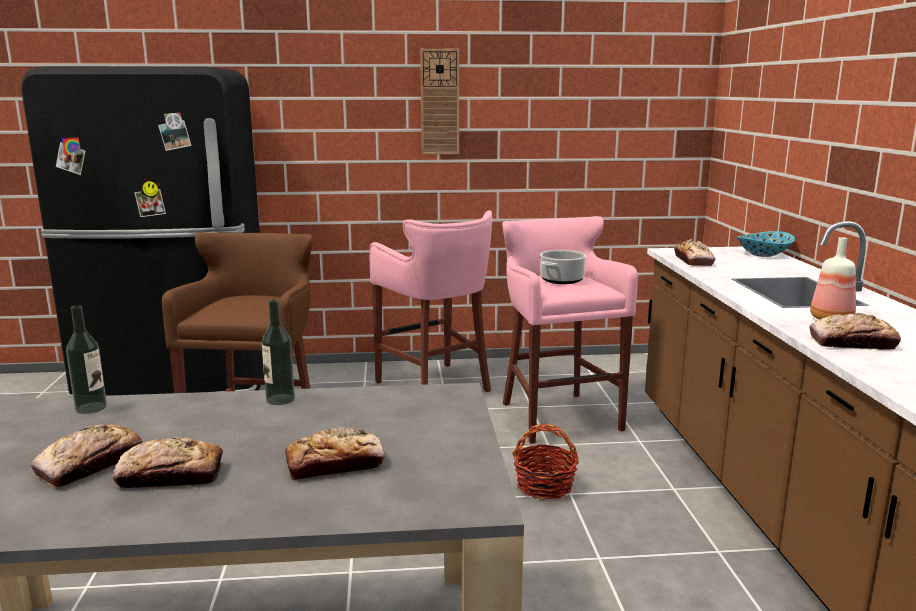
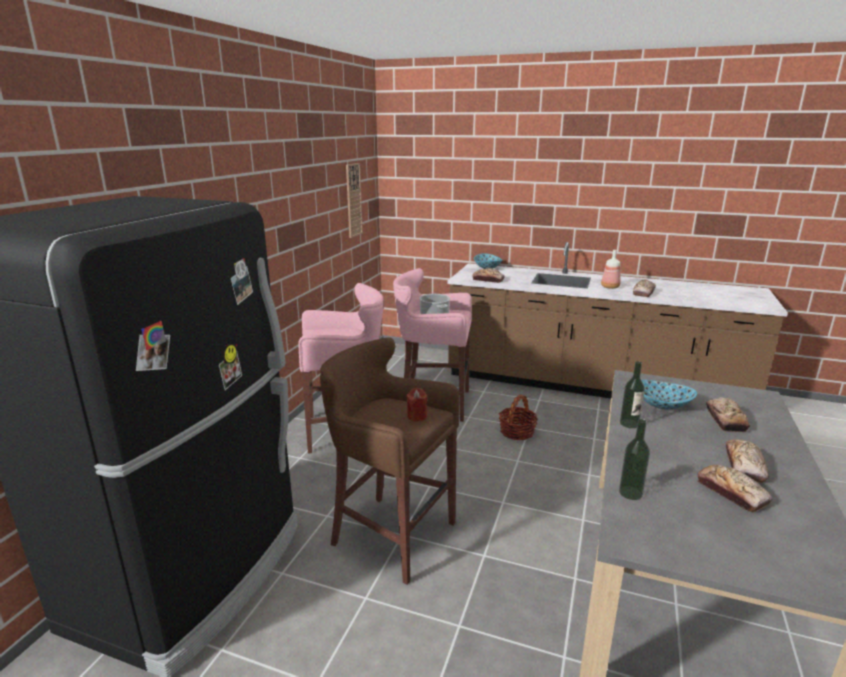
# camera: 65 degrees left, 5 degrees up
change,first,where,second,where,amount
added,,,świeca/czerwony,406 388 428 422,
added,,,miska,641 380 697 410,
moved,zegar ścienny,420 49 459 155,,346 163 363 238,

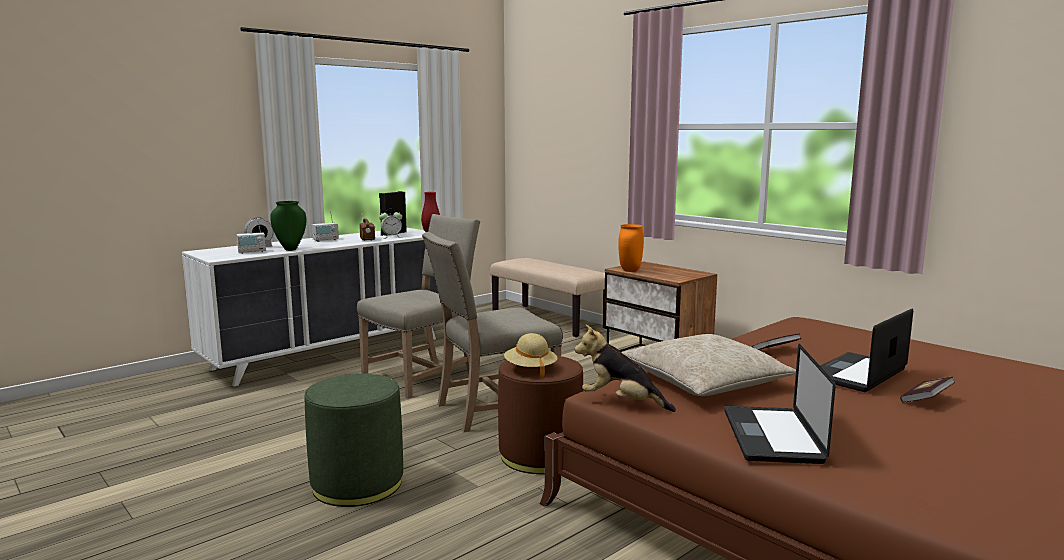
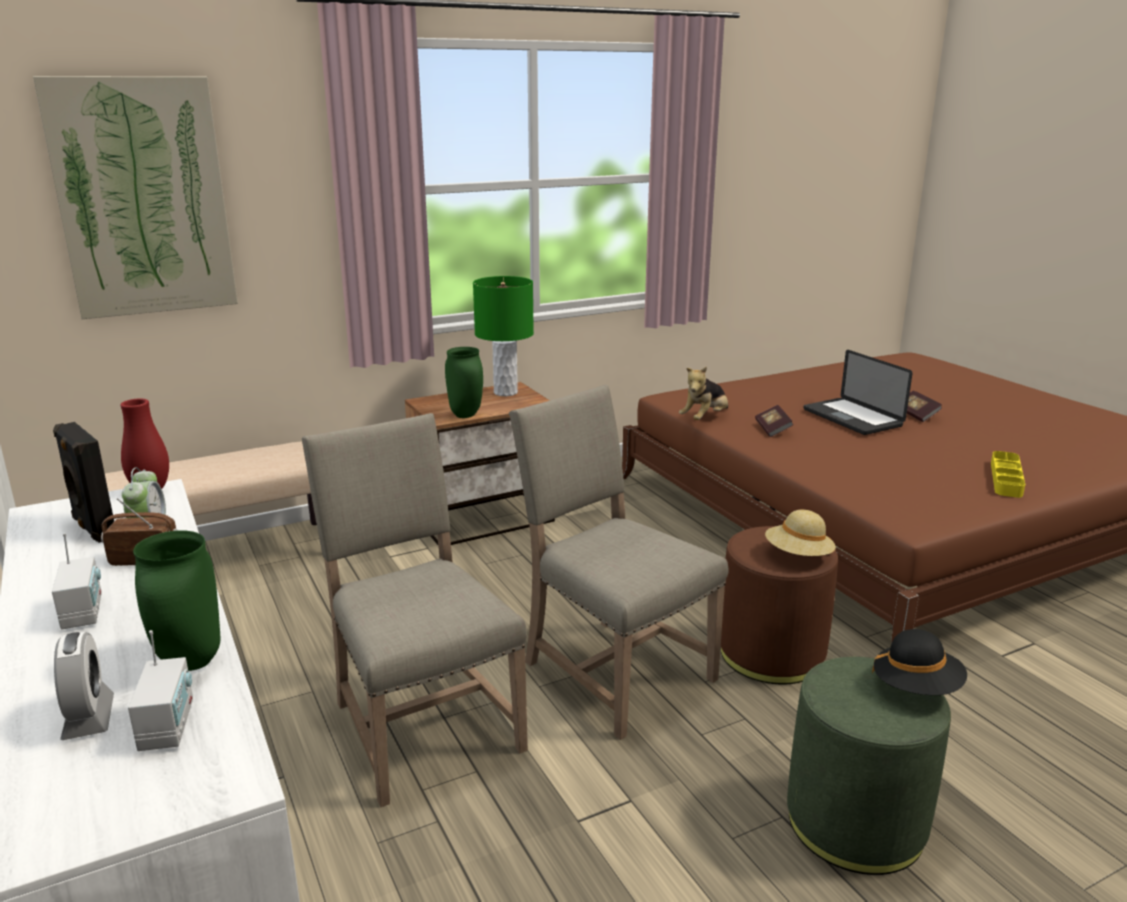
# camera: 75 degrees left, 10 degrees up
change,first,where,second,where,amount
removed,poduszka/beżowy,622 334 796 396,,,
added,,,obraz,33 76 238 319,
added,,,lampa stołowa/zielony,473 276 534 396,
added,,,kapelusz/czarny,872 629 967 695,
moved,pluszak,575 325 676 412,,679 366 728 420,
replaced,laptop,724 344 836 464,taca/żółty,991 451 1025 498,
recoloured,wazon/pomarańczowy,618 224 644 272,wazon/zielony,445 347 483 418,
turned,krzesło/beżowy,422 232 563 432,,509 385 729 740,150 degrees clockwise

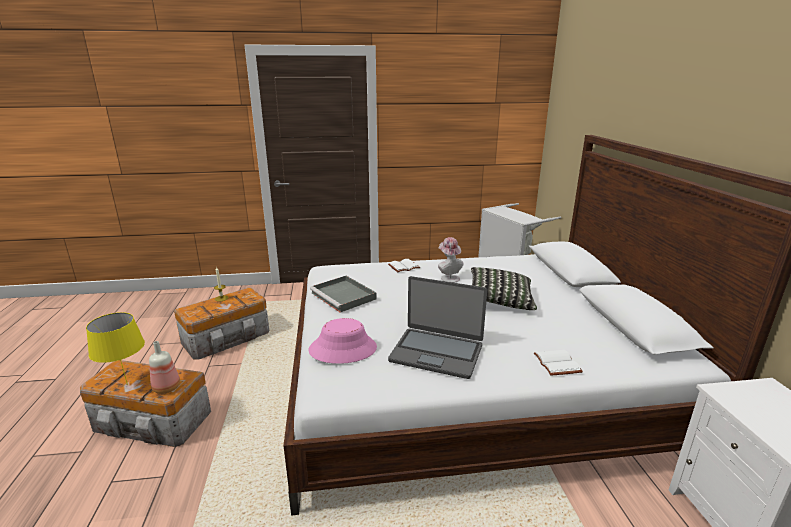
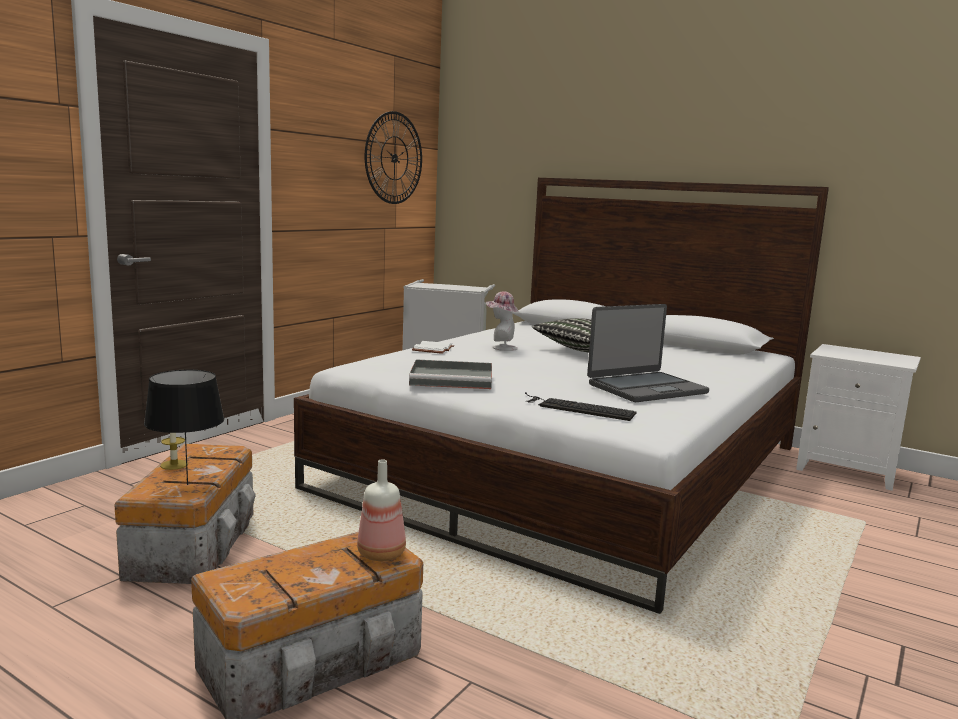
# camera: 50 degrees left, 10 degrees down
change,first,where,second,where,amount
removed,lampa stołowa/żółty,86 312 145 385,,,
removed,książka/biały,534 350 583 376,,,
added,,,lampa stołowa/czarny,144 370 224 485,
added,,,zegar ścienny,365 111 422 204,
replaced,kapelusz/różowy,309 318 377 364,klawiatura,525 392 637 421,

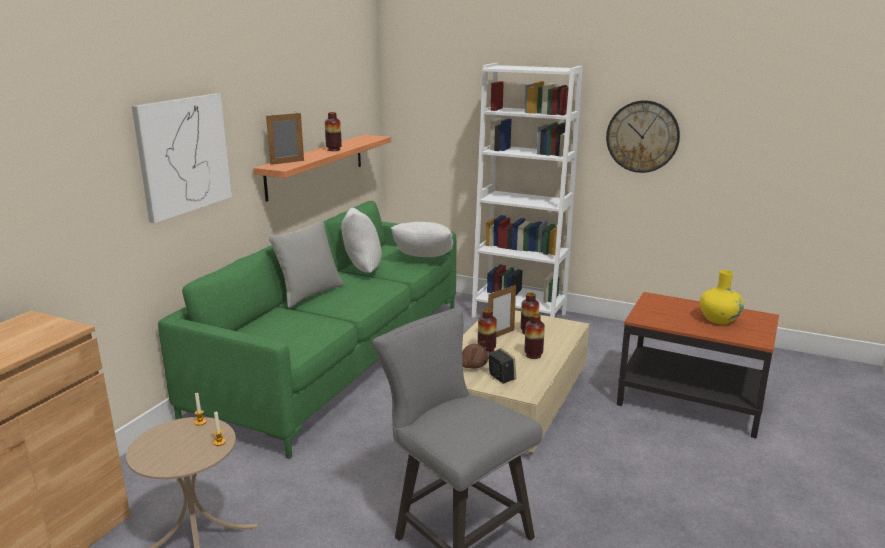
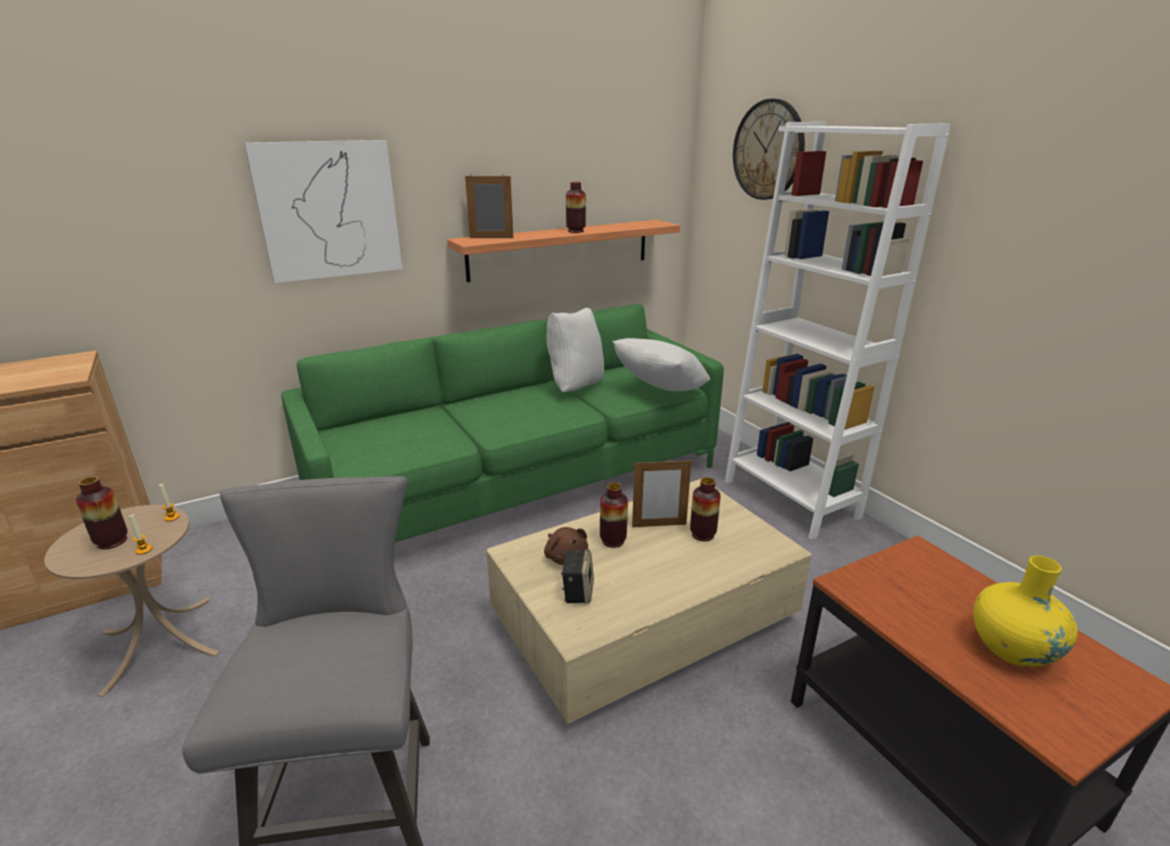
# camera: 35 degrees right, 5 degrees up
change,first,where,second,where,amount
removed,poduszka/szary,268 220 344 308,,,
moved,wazon,525 313 545 359,,75 476 128 549,
moved,zegar ścienny,606 100 680 173,,733 99 805 200,

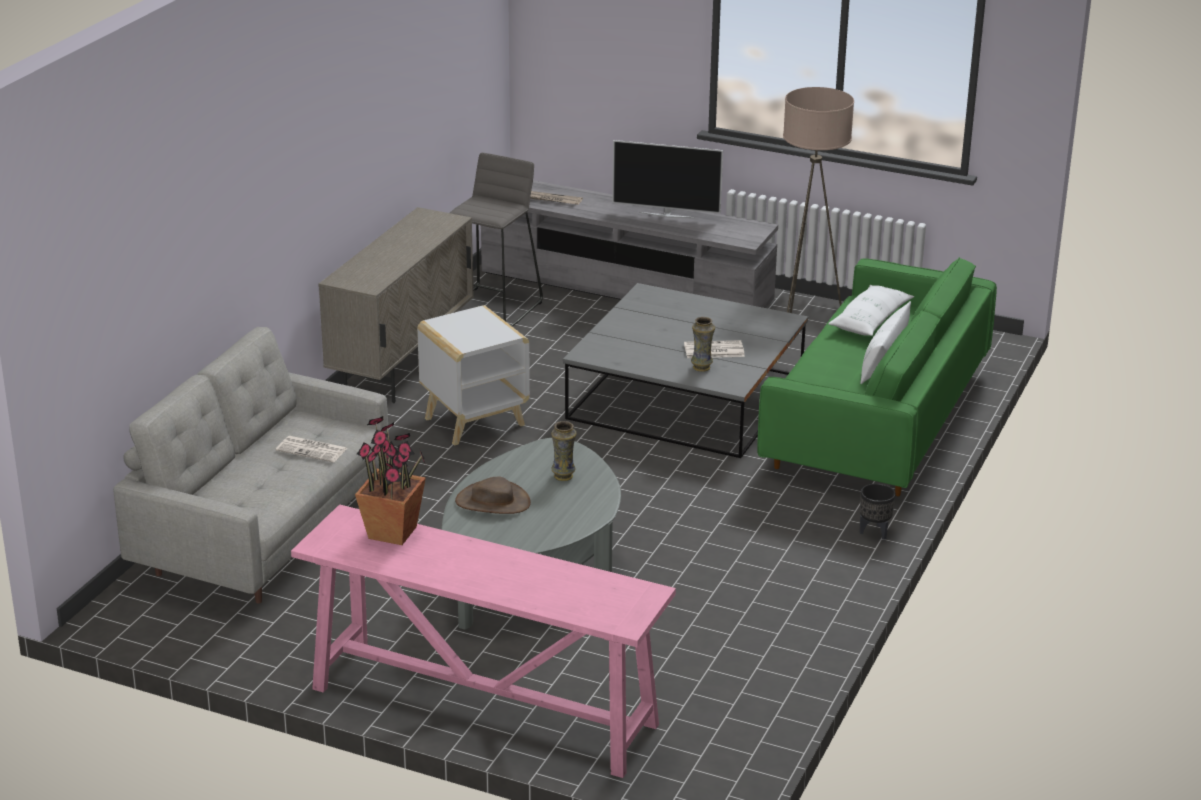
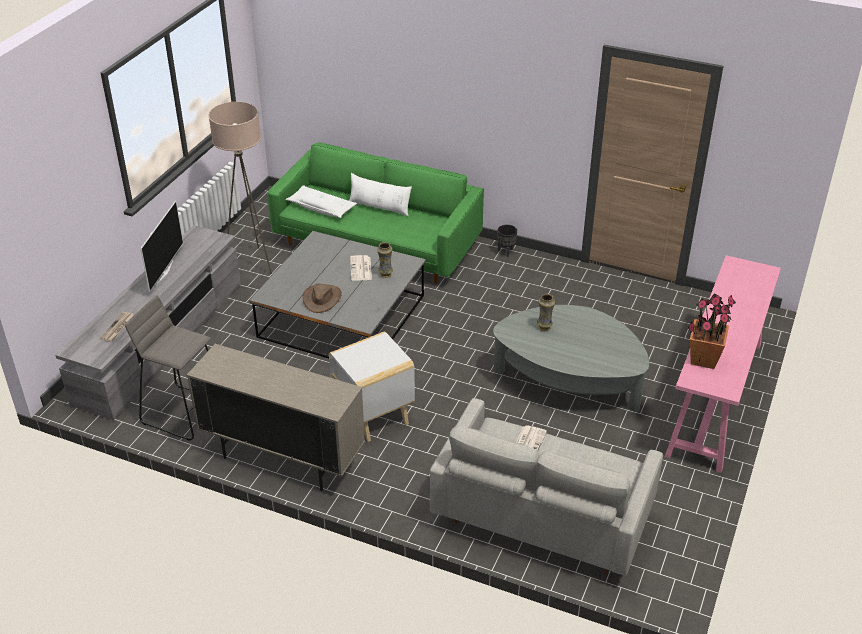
# camera: 90 degrees left, 10 degrees up
change,first,where,second,where,amount
moved,kapelusz/brązowy,455 477 531 514,,302 284 342 313,

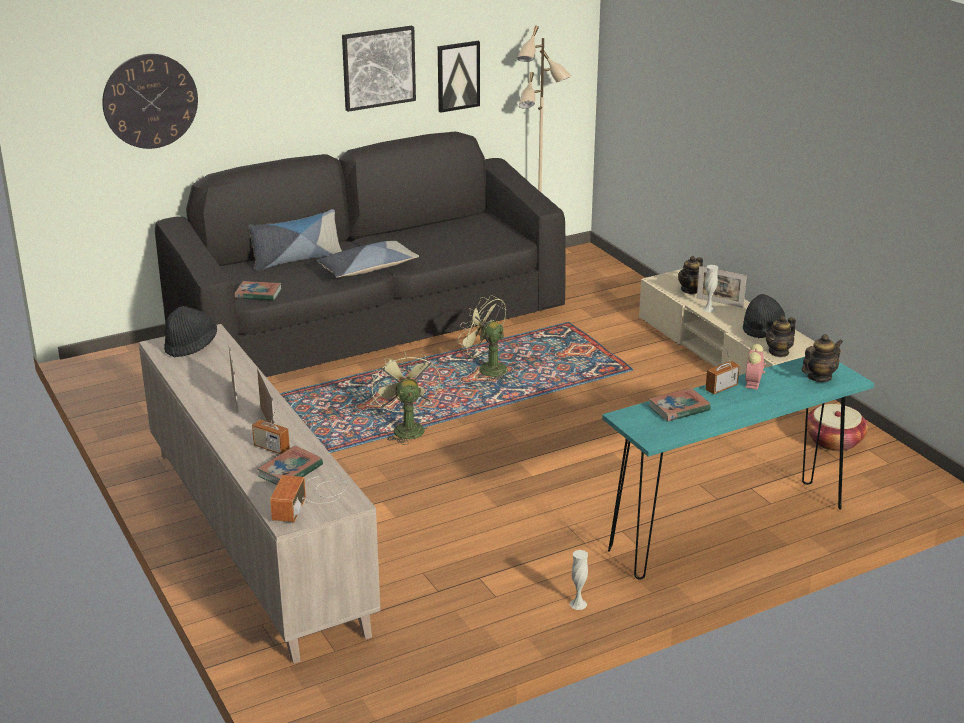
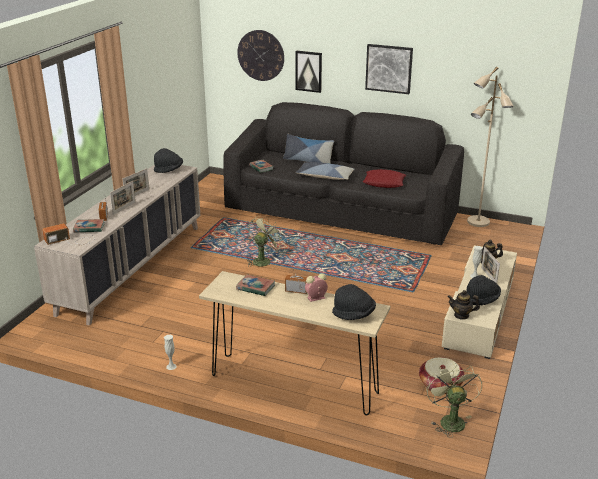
# camera: 50 degrees right, 0 degrees up
change,first,where,second,where,amount
added,,,poduszka/czerwony,363 169 406 188,
moved,obraz,438 41 480 113,,295 51 322 93,
moved,wentylator/zielony,457 295 508 381,,426 363 482 438,
replaced,imbryk,802 334 843 382,kapelusz/czarny,332 284 376 320,
recoloured,stolik konsolowy/turkusowy,602 357 874 579,stolik konsolowy/beżowy,199 271 390 415,

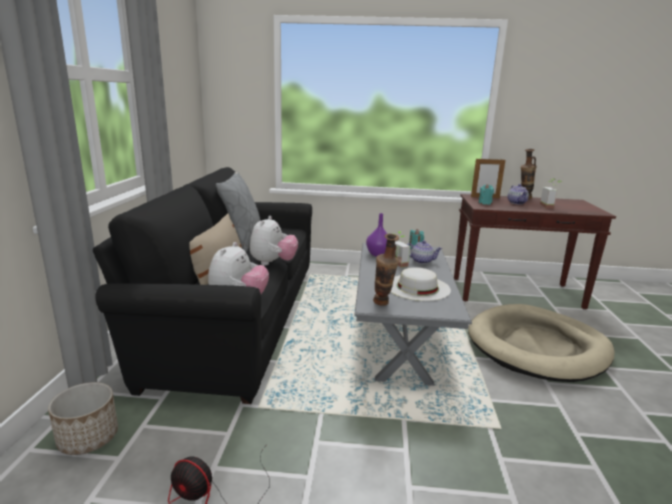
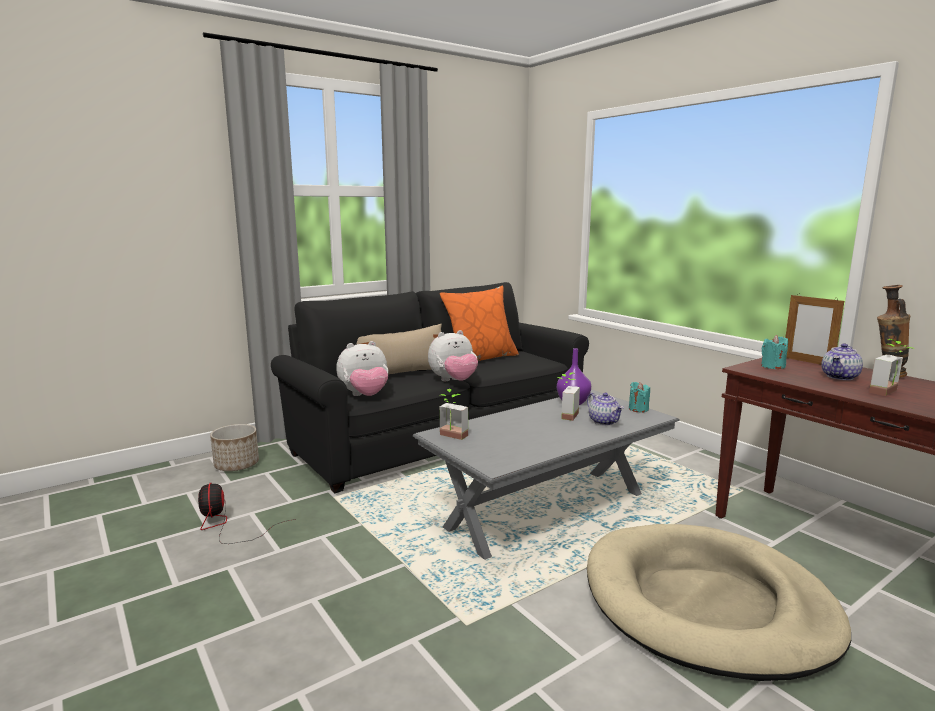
# camera: 50 degrees right, 5 degrees down
change,first,where,second,where,amount
removed,kapelusz/biały,391 267 451 301,,,
replaced,wazon,373 234 399 306,roślina doniczkowa,439 389 468 440,
recoloured,poduszka/szary,216 171 261 252,poduszka/pomarańczowy,440 286 519 361,

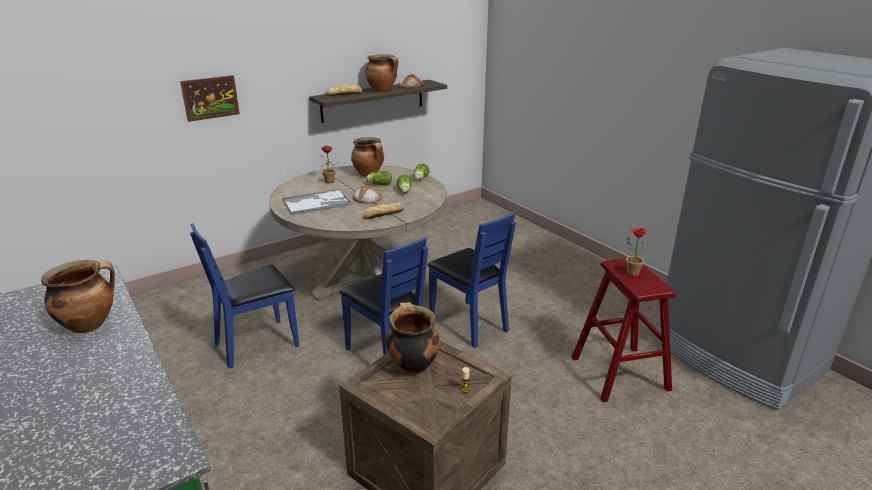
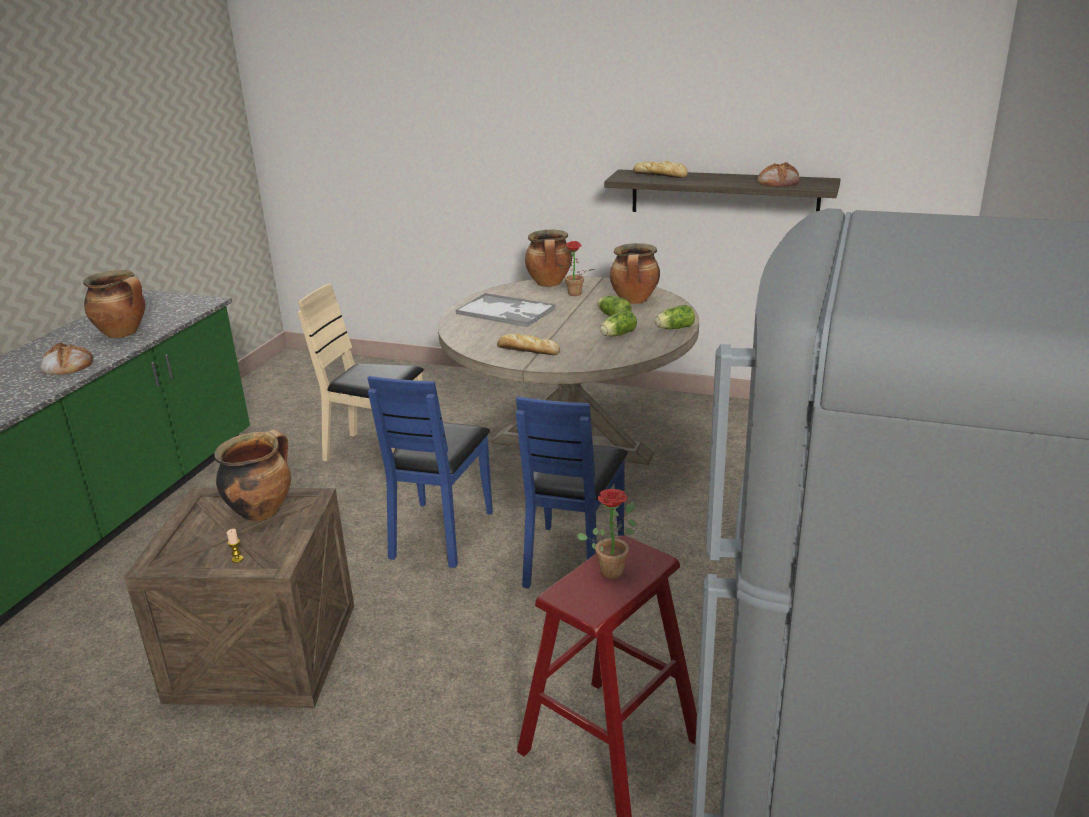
# camera: 55 degrees right, 0 degrees up
change,first,where,second,where,amount
removed,obraz,180 75 240 122,,,
moved,chleb,353 186 382 203,,40 342 93 375,
moved,garnek,365 55 398 92,,525 230 572 287,
recoloured,krzesło/niebieski,190 223 299 369,krzesło/beżowy,298 283 424 462,

